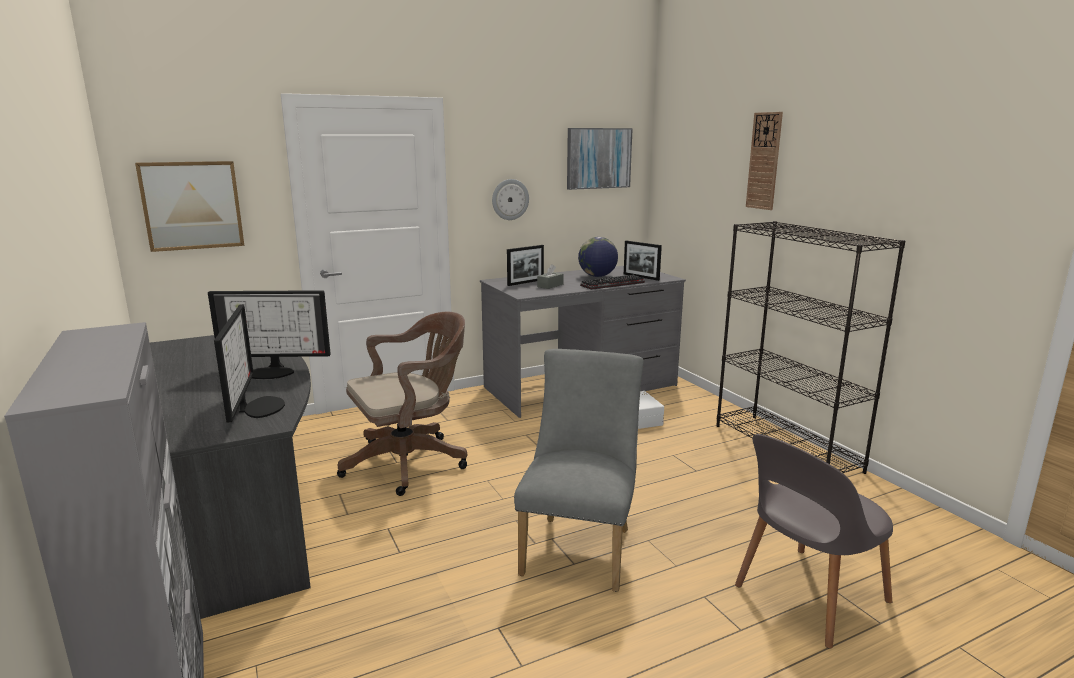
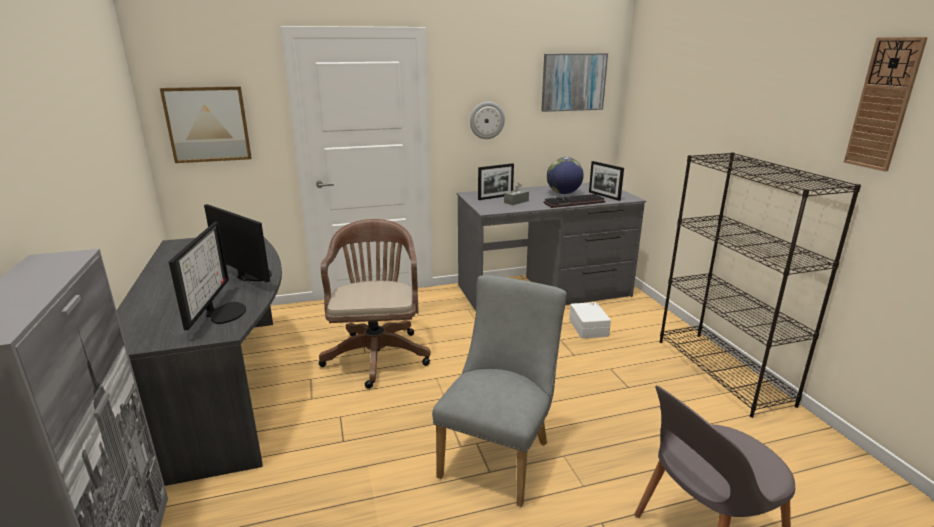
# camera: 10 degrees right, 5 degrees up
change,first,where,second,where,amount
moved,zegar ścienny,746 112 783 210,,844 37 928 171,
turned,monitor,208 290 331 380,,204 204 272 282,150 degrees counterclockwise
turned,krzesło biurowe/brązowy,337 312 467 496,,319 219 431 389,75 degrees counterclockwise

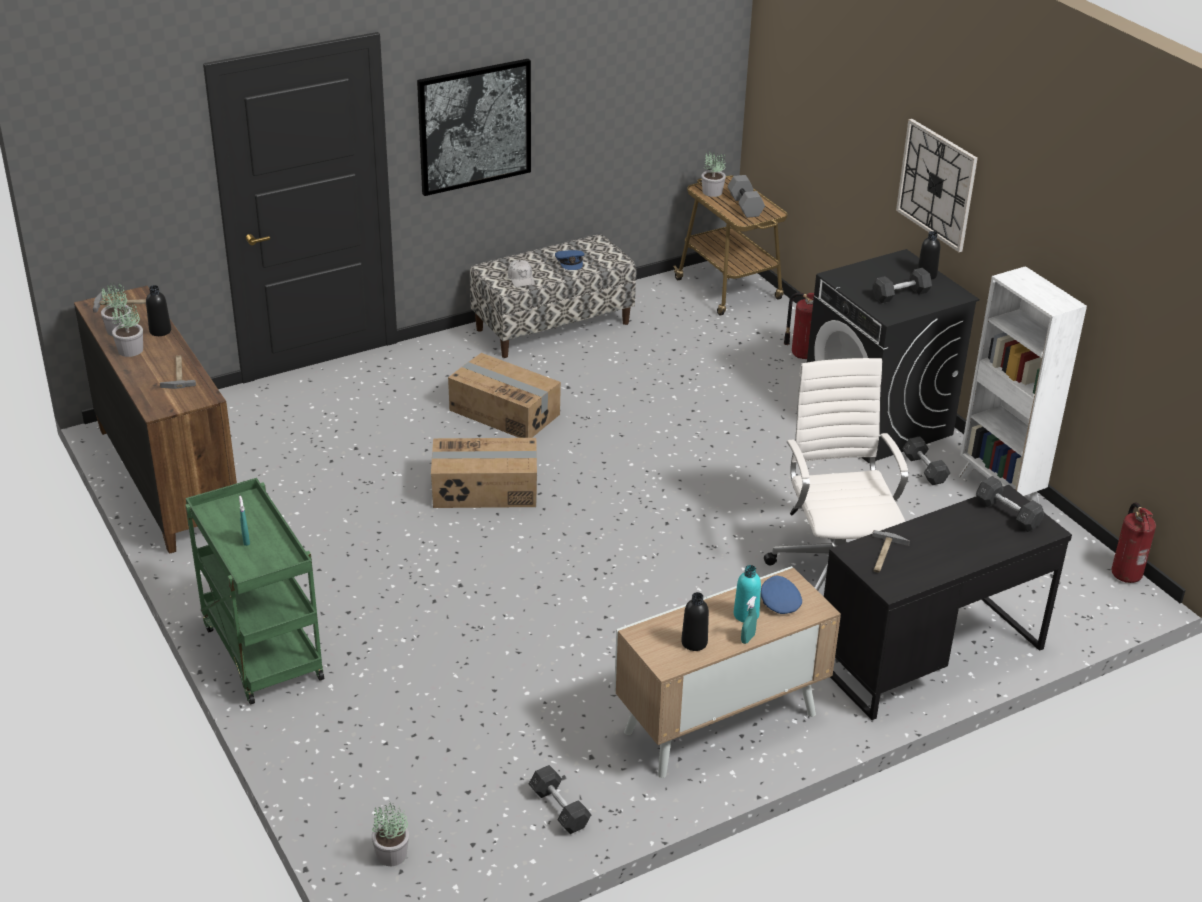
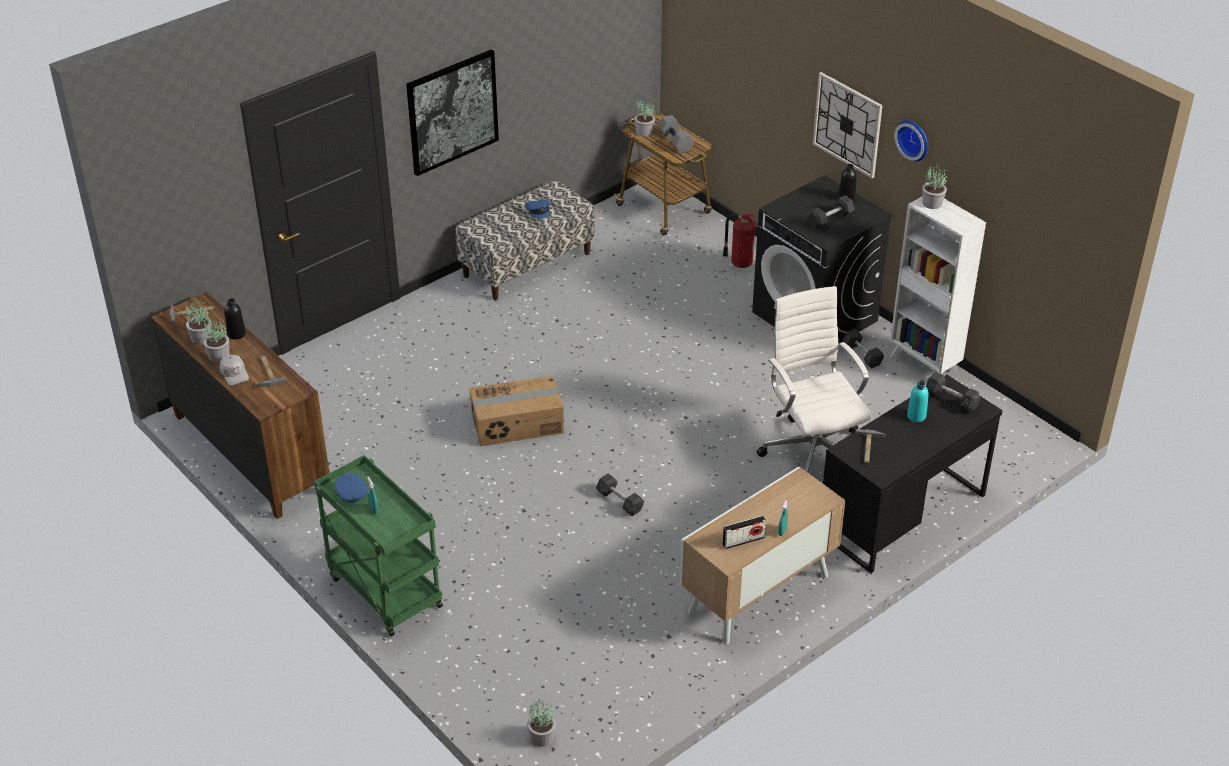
# camera: 10 degrees left, 5 degrees up
change,first,where,second,where,amount
removed,karton,448 353 561 438,,,
removed,gaśnica,1112 502 1156 583,,,
added,,,zegar ścienny,894 120 928 161,
added,,,roślina doniczkowa,922 162 947 209,
moved,czapka z daszkiem/biały,508 260 535 288,,220 355 249 386,
moved,hantel/szary,529 765 591 834,,596 474 644 516,
moved,butelka/turkusowy,733 565 761 622,,907 380 929 422,
moved,czapka z daszkiem/niebieski,761 576 802 614,,335 472 368 502,
replaced,butelka/czarny,681 592 709 651,radio,722 515 766 549,

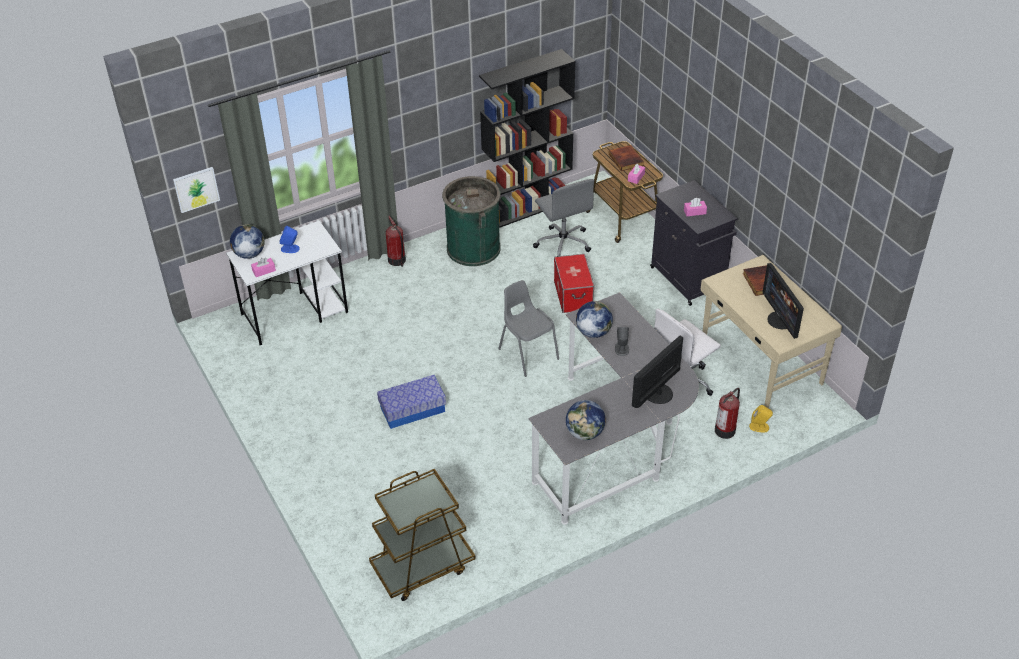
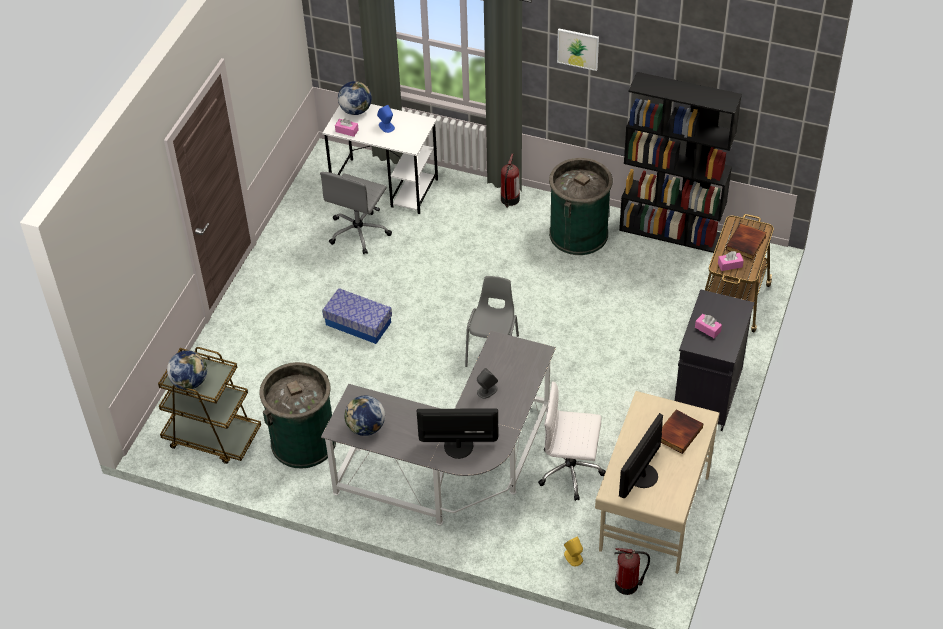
# camera: 50 degrees right, 5 degrees up
change,first,where,second,where,amount
removed,pojemnik do przechowywania,554 254 594 313,,,
added,,,kosz na śmieci/zielony,259 362 336 468,
moved,obraz,173 167 220 213,,557 29 599 71,
moved,krzesło biurowe/szary,533 179 594 257,,320 172 392 254,
moved,globus,576 301 613 338,,167 351 207 390,
moved,gaśnica,715 388 740 439,,614 548 650 595,

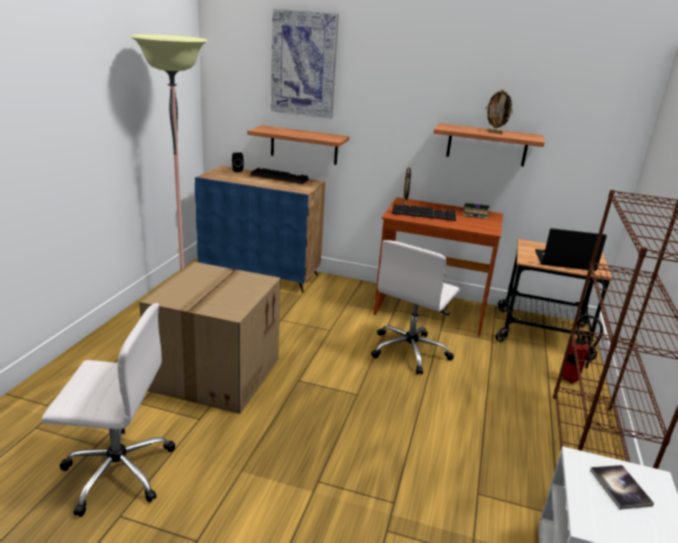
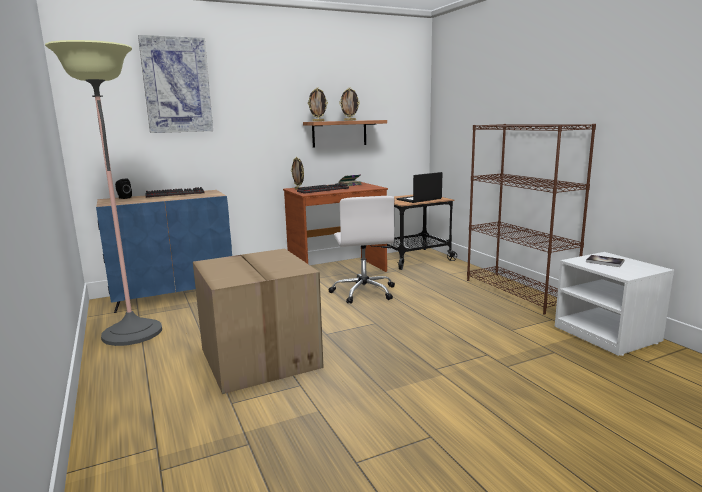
# camera: 40 degrees left, 10 degrees down
change,first,where,second,where,amount
removed,krzesło biurowe/biały,42 303 175 517,,,
removed,półka,247 125 349 165,,,
removed,gaśnica,562 315 603 383,,,
added,,,ramka na zdjęcie,308 88 328 122,

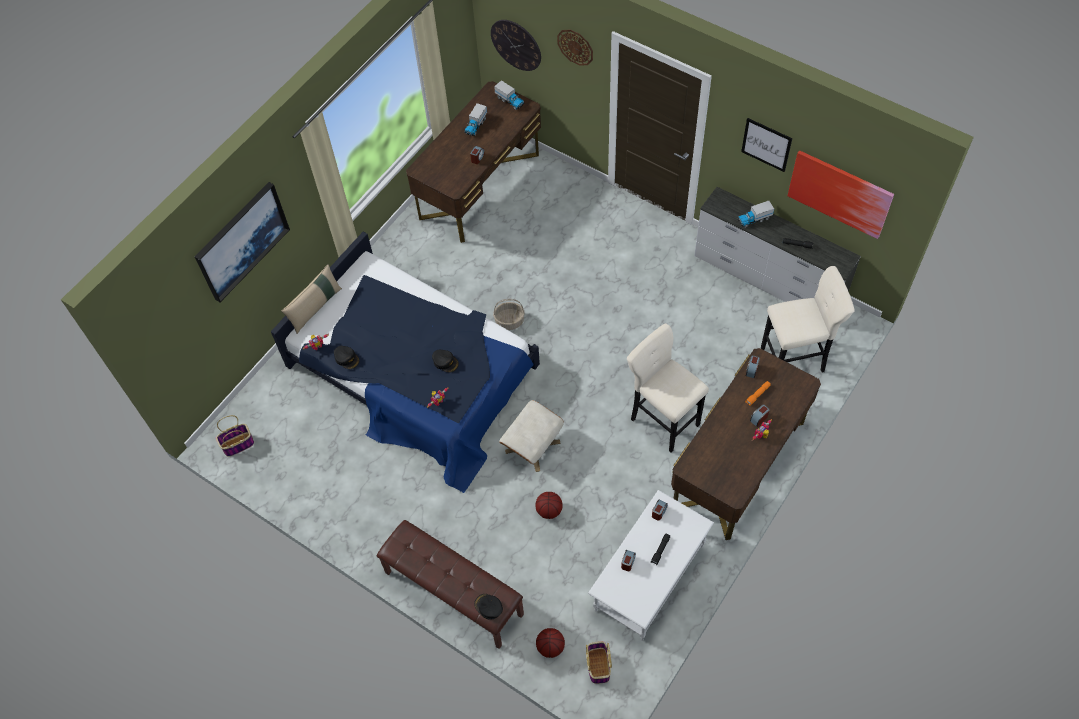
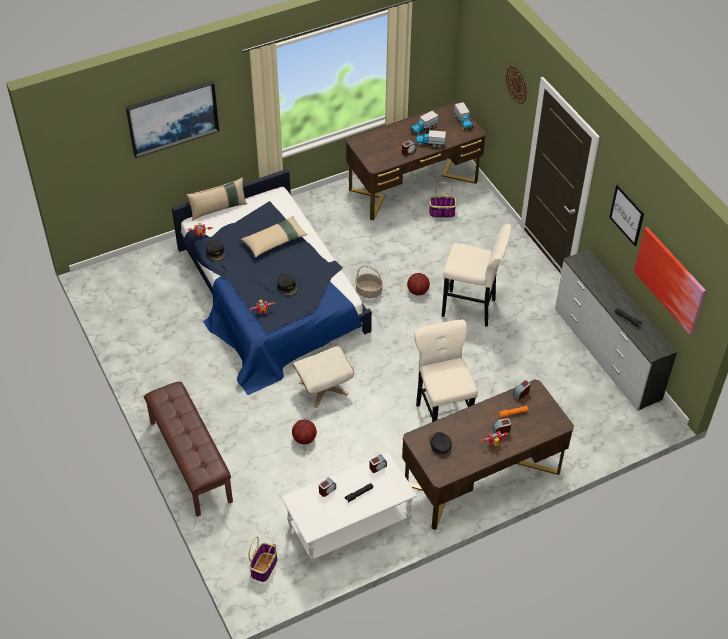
# camera: 25 degrees right, 10 degrees down
change,first,where,second,where,amount
removed,zegar ścienny,491 20 541 71,,,
added,,,poduszka/beżowy,241 216 308 258,
moved,koszyk,216 415 254 457,,429 182 457 218,
moved,czapka z daszkiem/czarny,474 594 503 620,,429 432 452 454,
moved,piłka do koszykówki,536 628 565 658,,407 273 430 295,
moved,ciężarówka zabawkowa,738 201 774 228,,416 130 446 148,
moved,stołek/beżowy,761 266 855 373,,442 224 511 327,

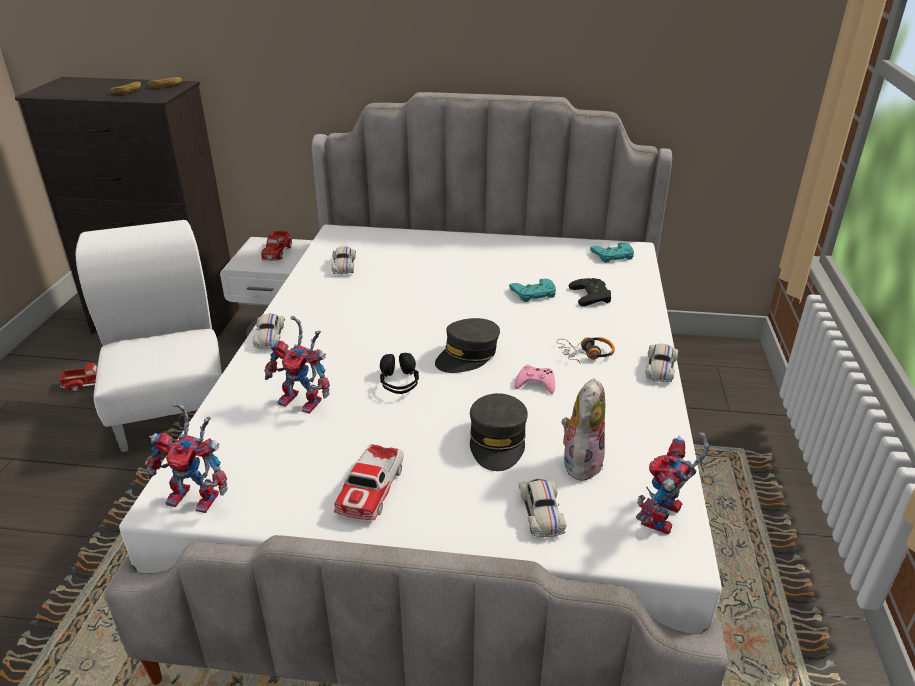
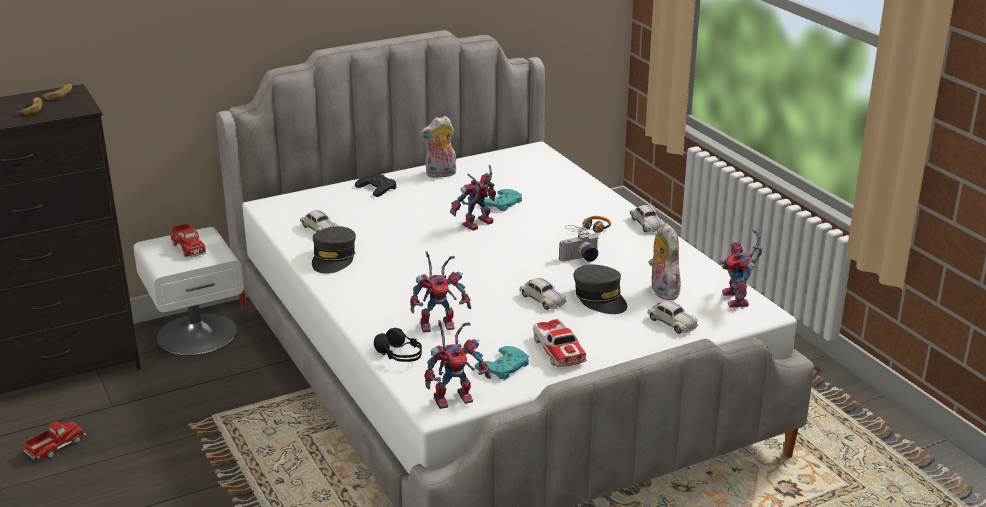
# camera: 35 degrees left, 5 degrees down
change,first,where,second,where,amount
removed,krzesło/biały,76 220 222 453,,,
added,,,pluszak,420 116 456 178,
added,,,robot zabawkowy,450 165 496 231,
moved,samochodzik/biały,252 314 285 349,,519 278 567 310,
moved,słuchawki/czarny,380 353 419 394,,374 328 422 362,
moved,czapka z daszkiem/szary,435 318 500 373,,312 226 356 274,
moved,pad do gier/czarny,569 278 611 306,,355 173 396 197,
moved,pad do gier/turkusowy,590 243 634 263,,475 346 529 380,
replaced,pad do gier/różowy,514 365 555 394,aparat fotograficzny,559 233 599 262,

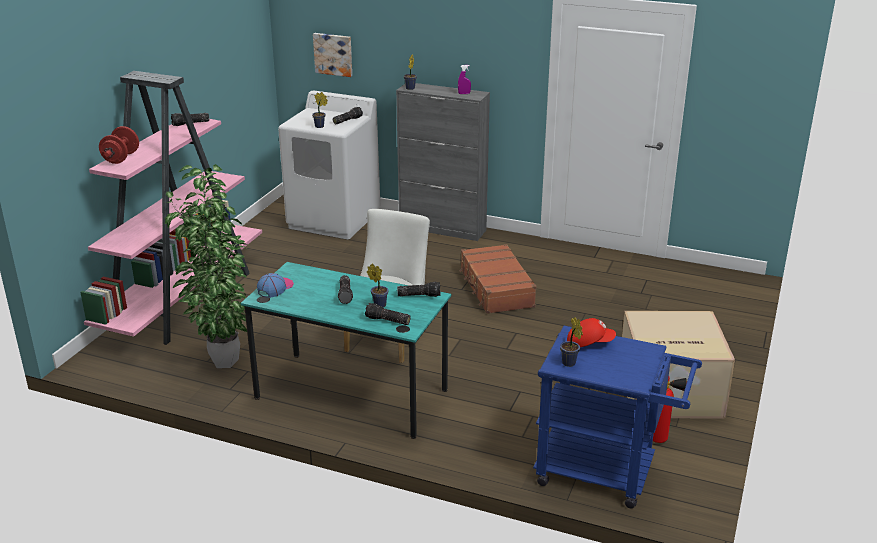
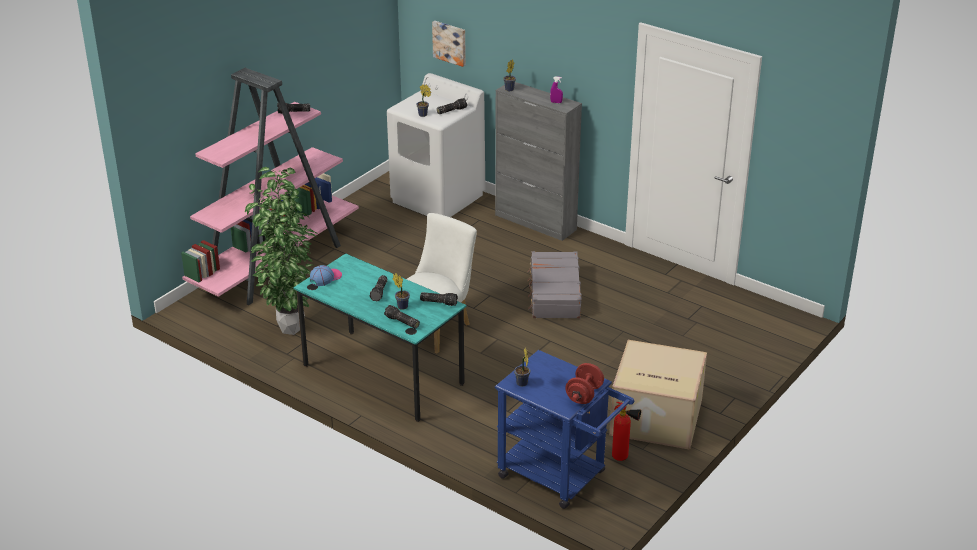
# camera: 15 degrees right, 5 degrees up
change,first,where,second,where,amount
removed,czapka z daszkiem/czerwony,567 318 616 347,,,
moved,hantel/czerwony,99 126 139 164,,565 363 604 404,
recoloured,walizka/brązowy,460 244 537 314,walizka/szary,527 251 582 318,

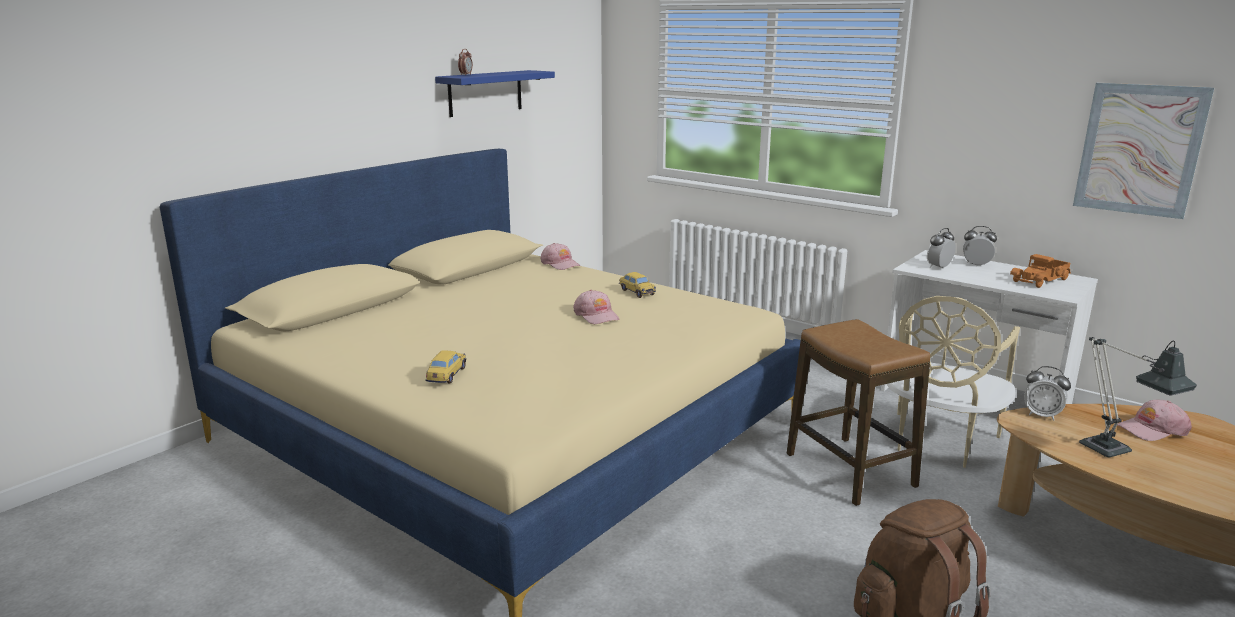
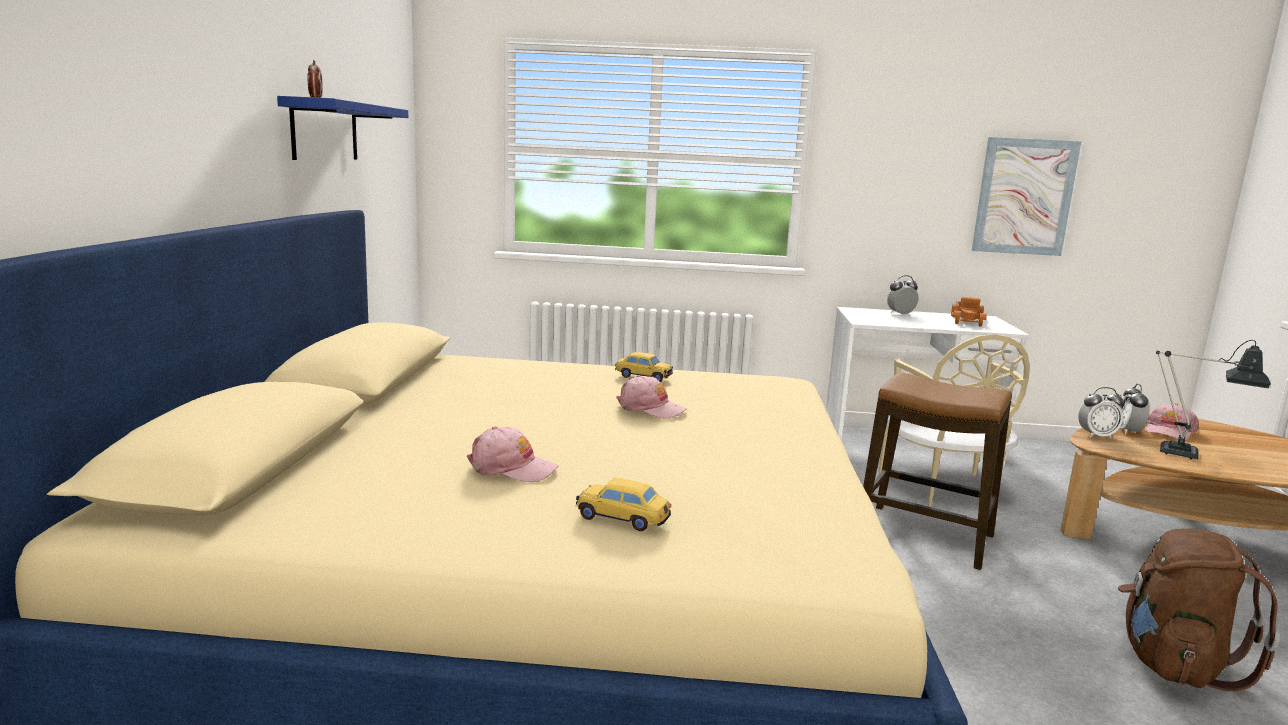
# camera: 35 degrees left, 5 degrees down
change,first,where,second,where,amount
moved,czapka z daszkiem/różowy,540 243 580 270,,467 426 558 482,
moved,budzik,927 228 956 269,,1120 384 1150 435,
turned,samochodzik,425 350 466 384,,576 477 671 531,45 degrees counterclockwise

